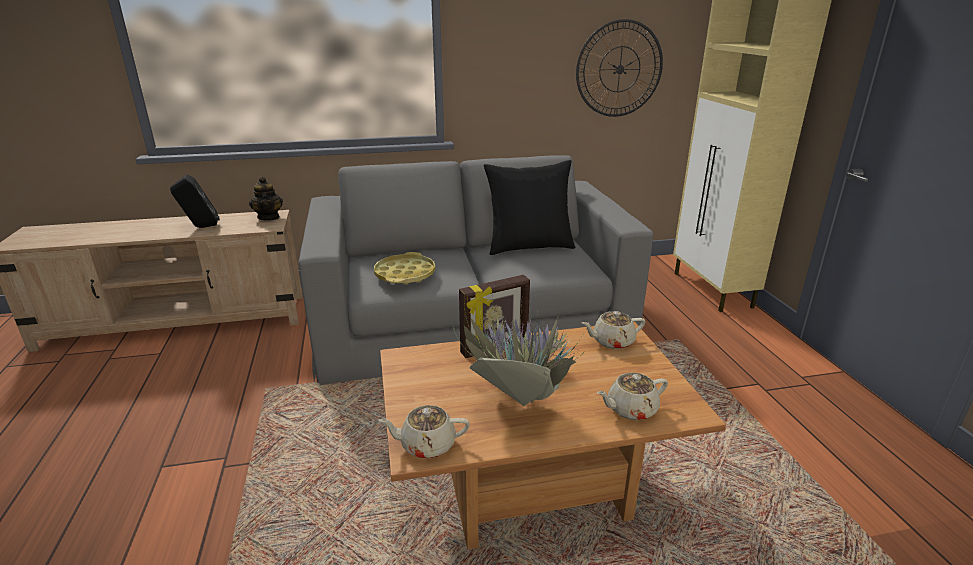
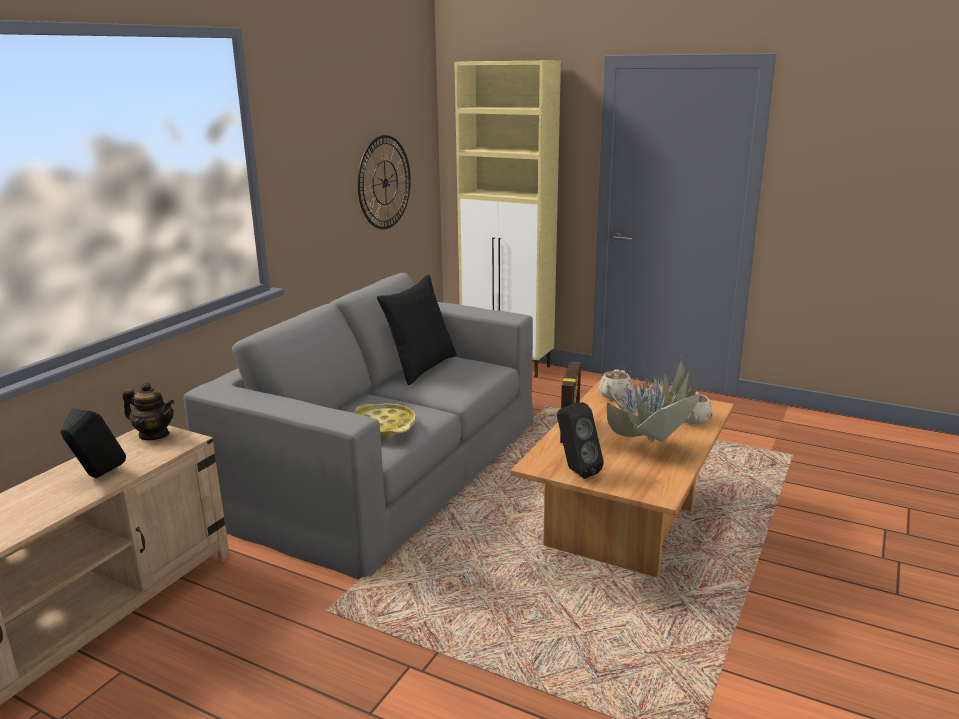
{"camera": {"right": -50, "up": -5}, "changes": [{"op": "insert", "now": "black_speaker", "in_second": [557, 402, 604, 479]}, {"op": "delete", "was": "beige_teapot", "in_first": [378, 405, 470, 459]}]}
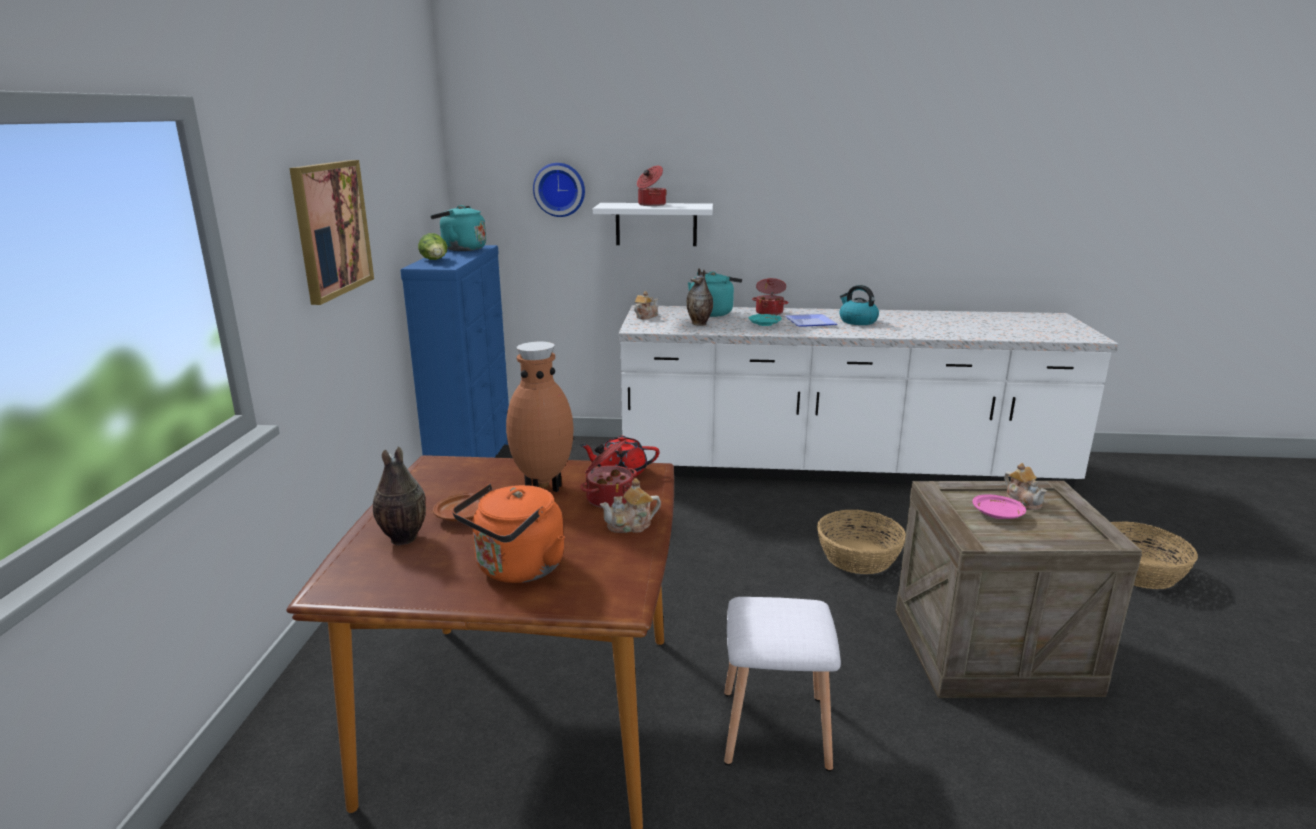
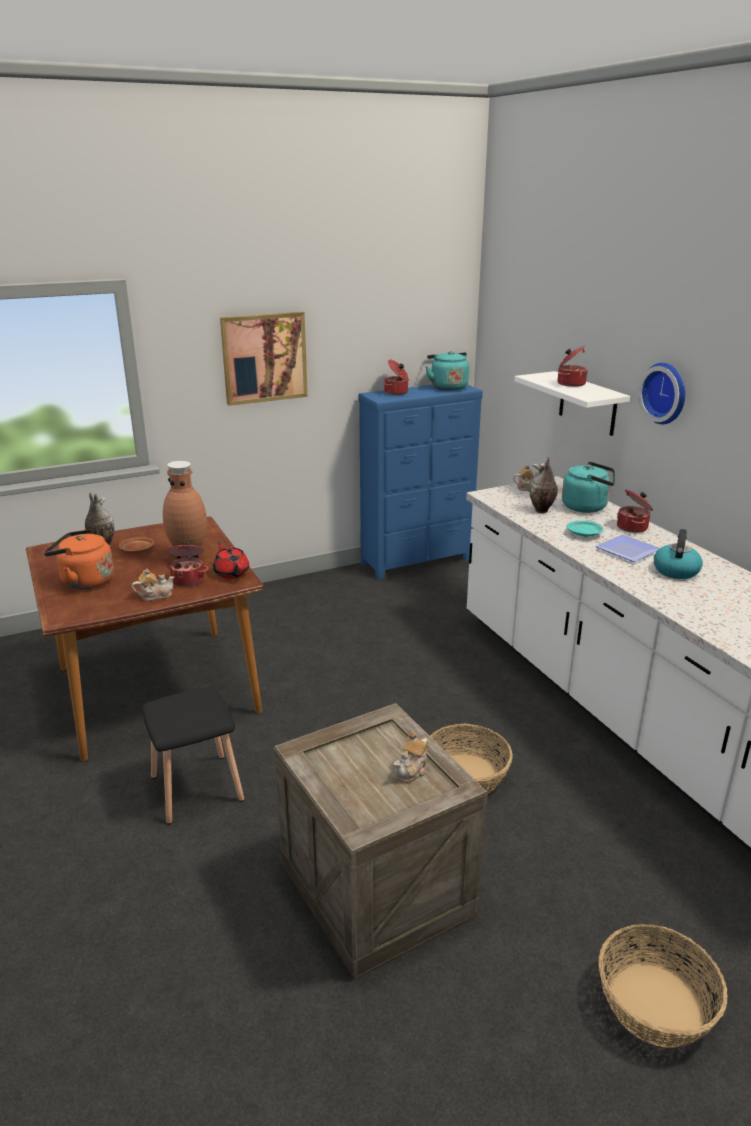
{"camera": {"right": 60, "up": 5}, "changes": [{"op": "rotate", "was": "teapot", "in_first": [600, 478, 661, 533], "in_second": [132, 569, 174, 601], "clockwise": 120}, {"op": "recolor", "was": "white_stool", "now": "black_stool", "in_first": [724, 597, 841, 771], "in_second": [142, 687, 244, 824]}, {"op": "replace", "was": "lettuce", "now": "cooking_pot", "in_first": [418, 233, 448, 260], "in_second": [383, 359, 409, 395]}, {"op": "move", "was": "wall_clock", "in_first": [533, 163, 585, 217], "in_second": [638, 363, 685, 424]}, {"op": "delete", "was": "pink_plate", "in_first": [973, 494, 1026, 519]}]}
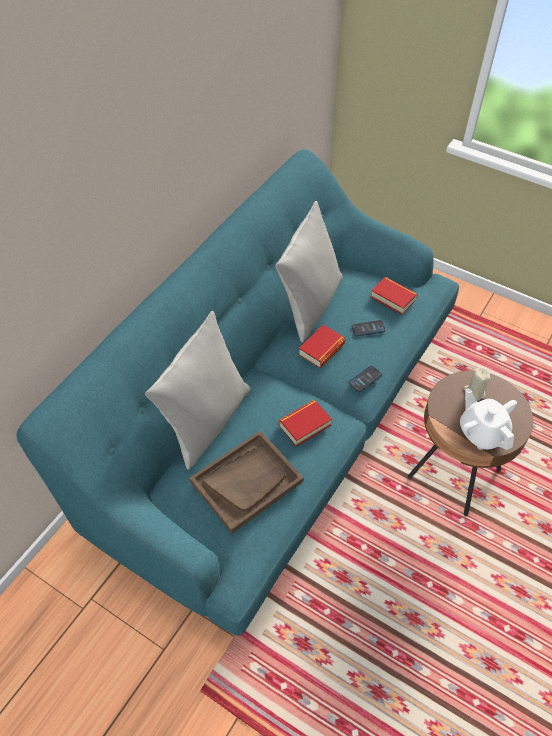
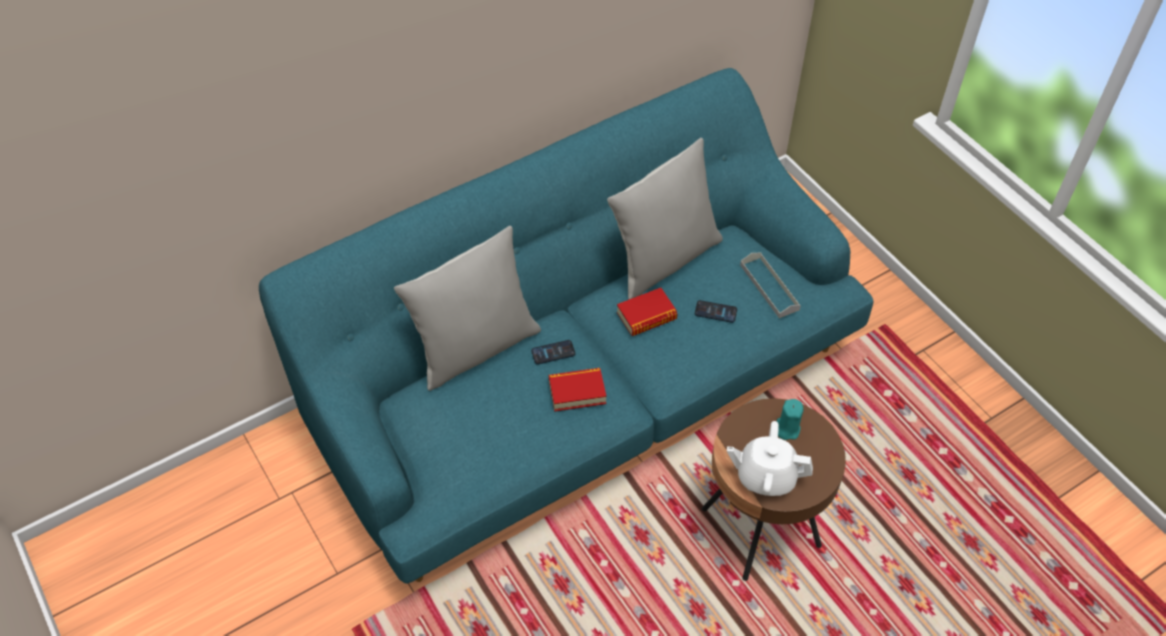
{"camera": {"right": 25, "up": 0}, "changes": [{"op": "move", "was": "phone", "in_first": [349, 366, 382, 392], "in_second": [531, 340, 576, 364]}, {"op": "rotate", "was": "white_teapot", "in_first": [460, 388, 517, 450], "in_second": [727, 421, 813, 496], "clockwise": -75}, {"op": "replace", "was": "book", "now": "grey_tray", "in_first": [371, 277, 418, 315], "in_second": [740, 253, 801, 318]}, {"op": "recolor", "was": "beige_candle", "now": "turquoise_candle", "in_first": [464, 367, 490, 401], "in_second": [777, 399, 803, 440]}, {"op": "delete", "was": "brown_tray", "in_first": [190, 431, 304, 533]}]}
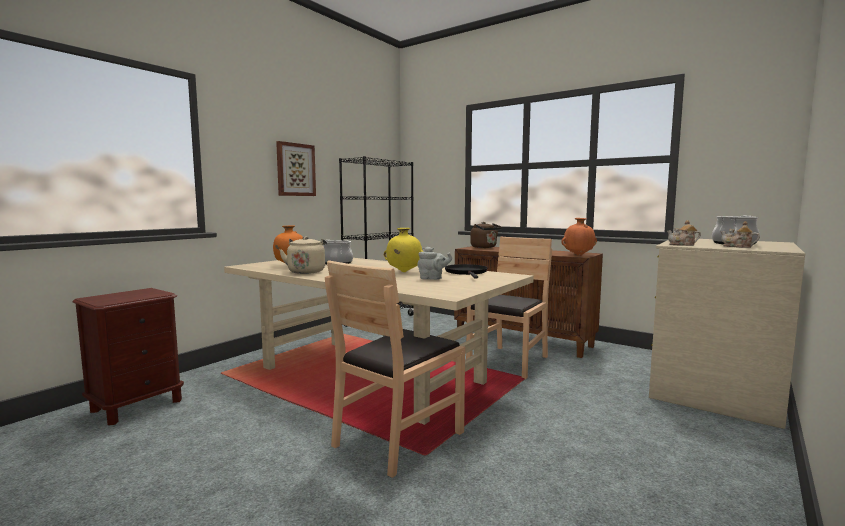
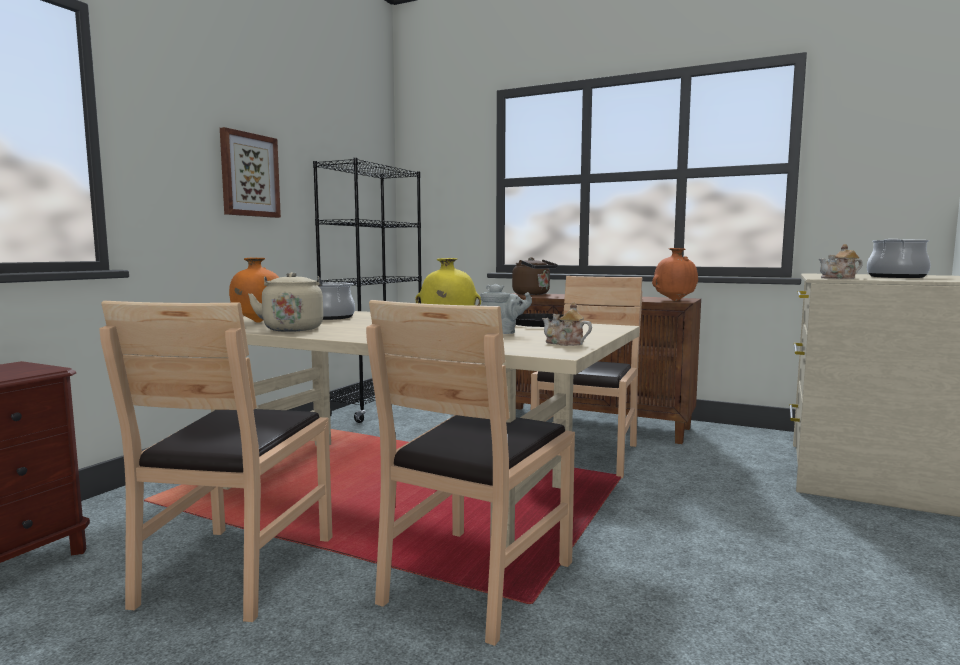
{"camera": {"right": -10, "up": 0}, "changes": [{"op": "insert", "now": "brown_chair", "in_second": [99, 301, 333, 622]}, {"op": "move", "was": "teapot", "in_first": [720, 221, 760, 248], "in_second": [542, 302, 592, 346]}]}
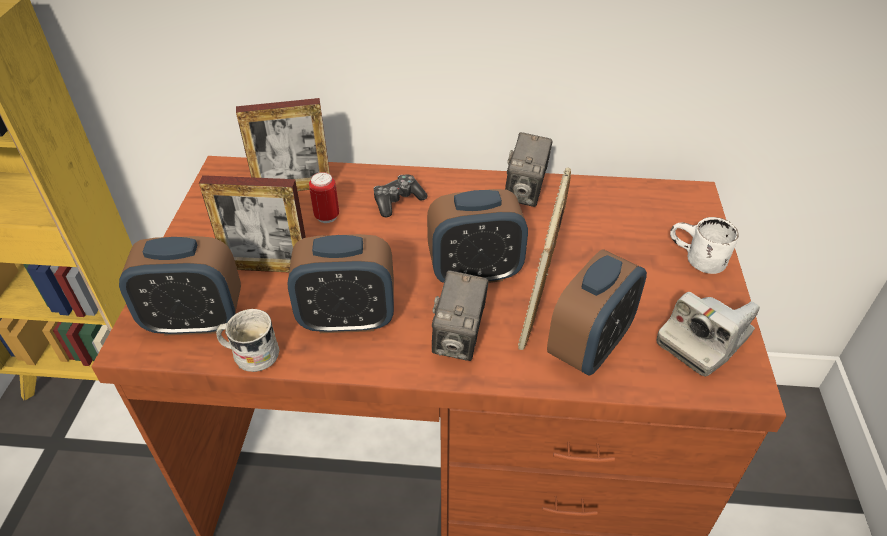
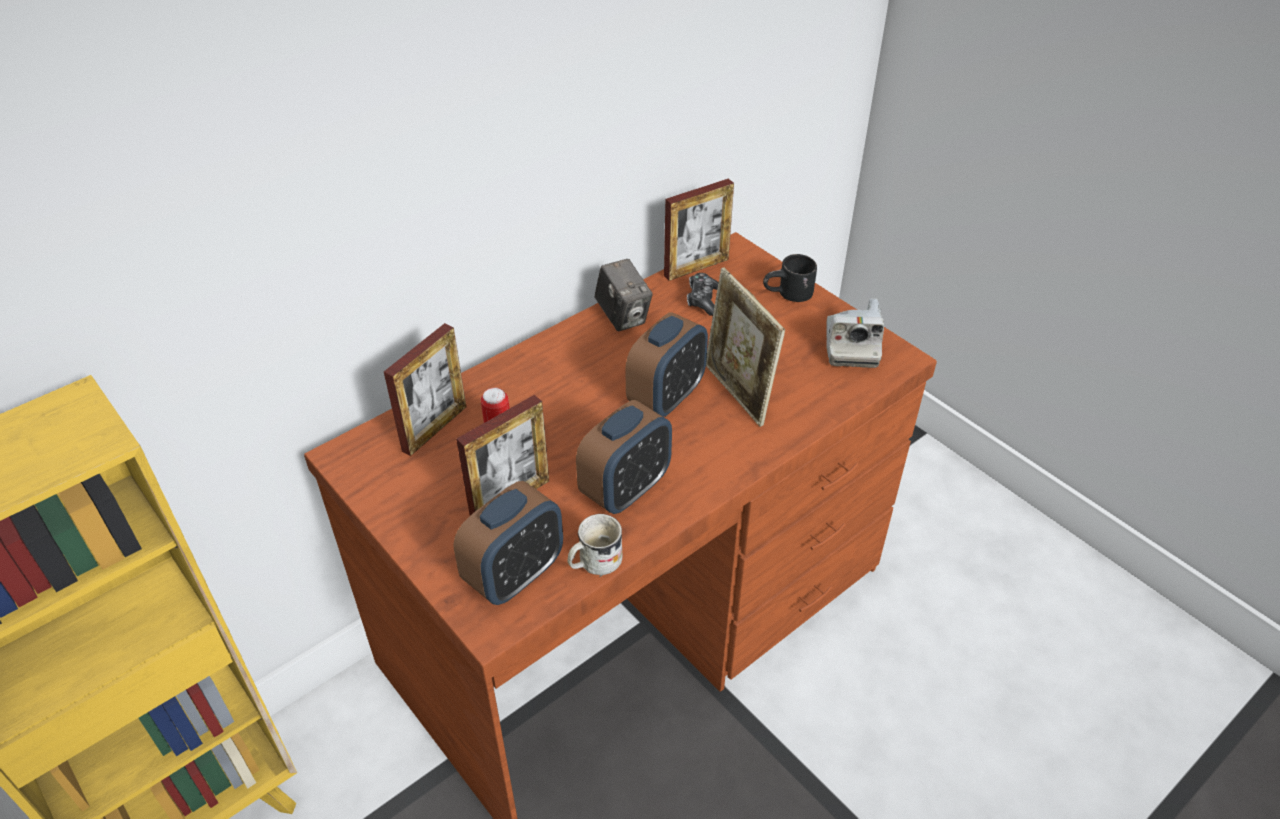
{"camera": {"right": -45, "up": 0}, "changes": [{"op": "insert", "now": "picture_frame", "in_second": [664, 178, 734, 281]}, {"op": "move", "was": "game_controller", "in_first": [374, 174, 427, 218], "in_second": [687, 273, 719, 316]}, {"op": "recolor", "was": "white_mug", "now": "black_mug", "in_first": [670, 217, 738, 274], "in_second": [763, 254, 817, 302]}, {"op": "delete", "was": "photo_camera", "in_first": [432, 270, 488, 361]}, {"op": "delete", "was": "alarm_clock", "in_first": [547, 249, 647, 376]}]}
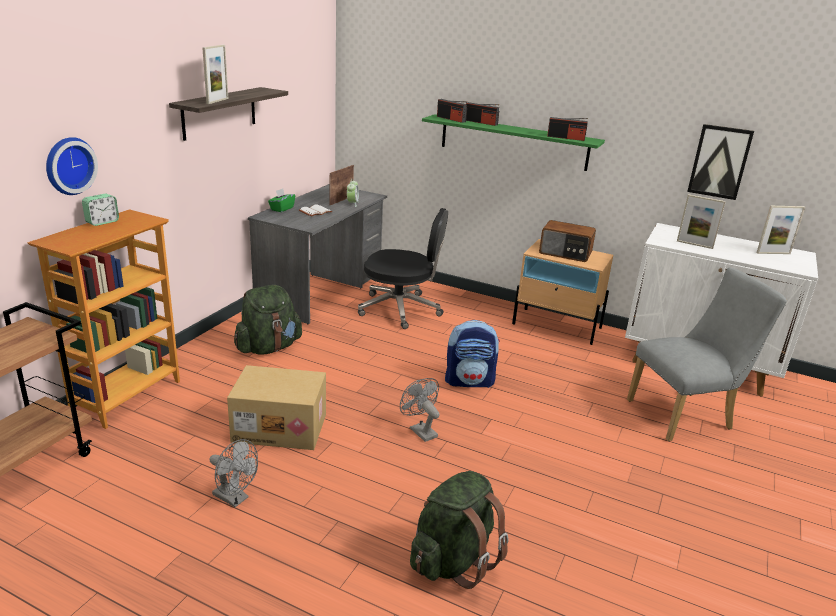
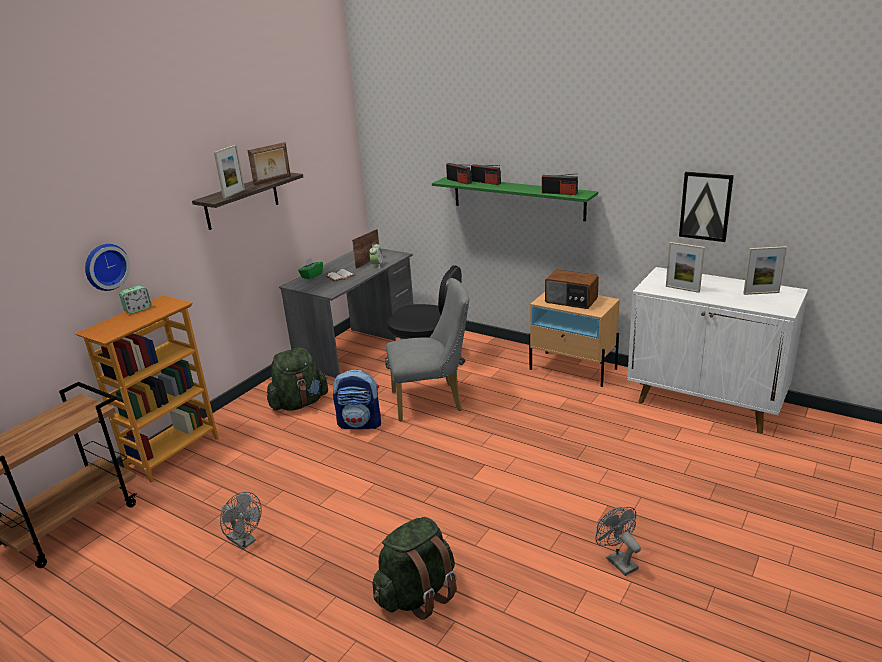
{"camera": {"right": 10, "up": 0}, "changes": [{"op": "insert", "now": "picture_frame", "in_second": [247, 142, 291, 185]}, {"op": "move", "was": "backpack", "in_first": [445, 320, 500, 388], "in_second": [333, 369, 381, 429]}, {"op": "move", "was": "grey_chair", "in_first": [627, 268, 787, 441], "in_second": [386, 278, 469, 421]}, {"op": "move", "was": "grey_fan", "in_first": [400, 378, 439, 442], "in_second": [595, 507, 641, 576]}, {"op": "delete", "was": "cardboard_box", "in_first": [227, 365, 326, 450]}]}
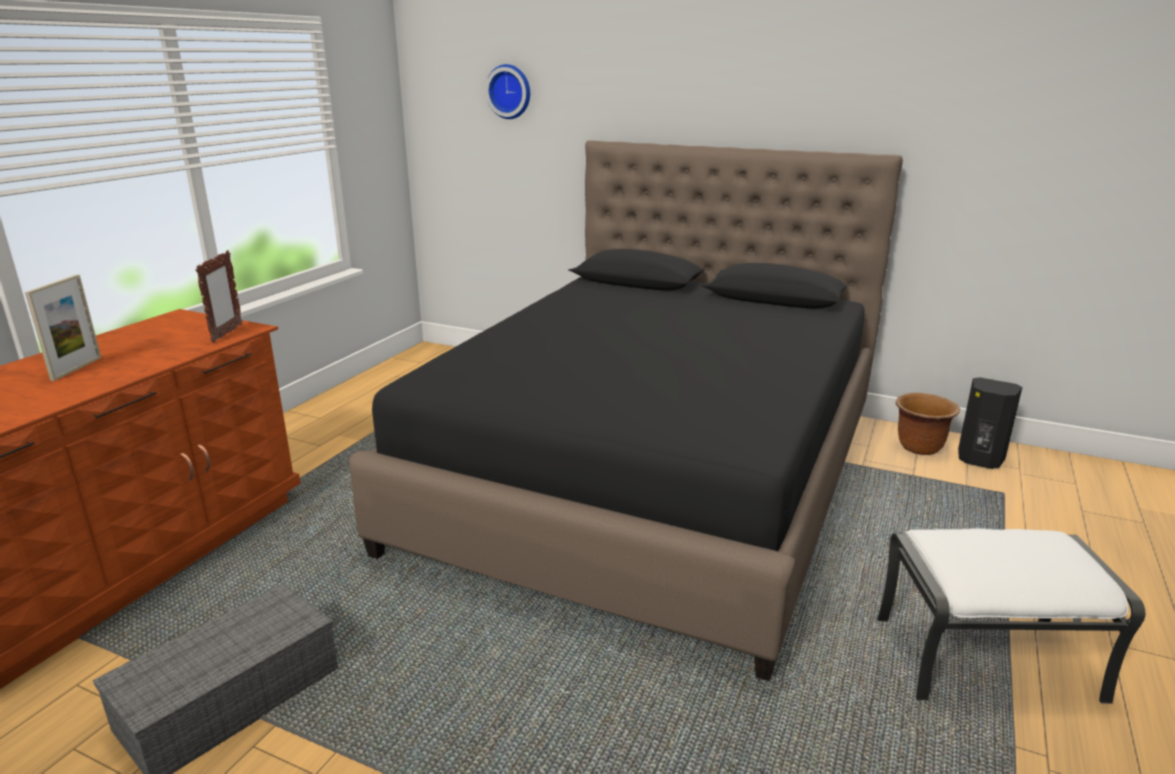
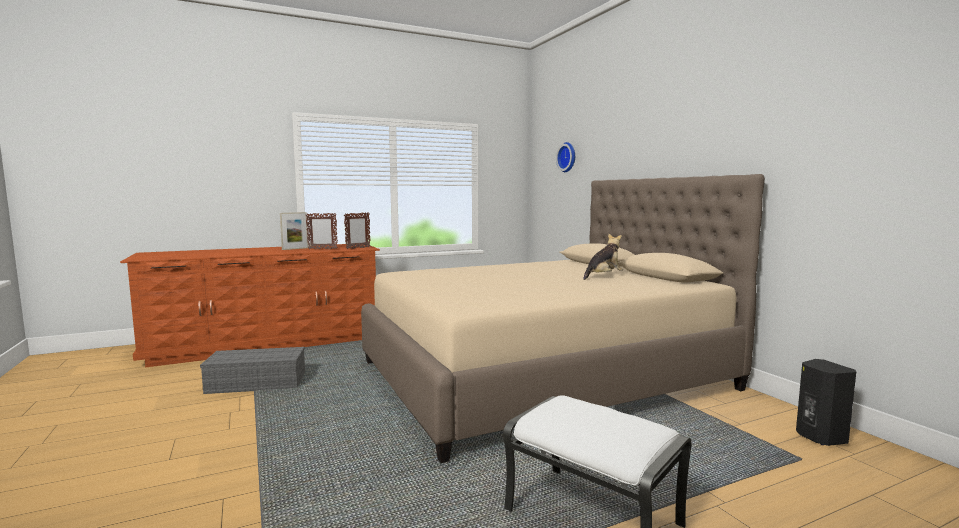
{"camera": {"right": 40, "up": -15}, "changes": [{"op": "insert", "now": "picture_frame", "in_second": [306, 213, 338, 249]}, {"op": "recolor", "was": "black_bed", "now": "beige_bed", "in_first": [349, 140, 903, 681], "in_second": [361, 174, 765, 463]}, {"op": "insert", "now": "plush_toy", "in_second": [583, 233, 623, 280]}, {"op": "delete", "was": "brown_planter", "in_first": [896, 393, 960, 455]}]}
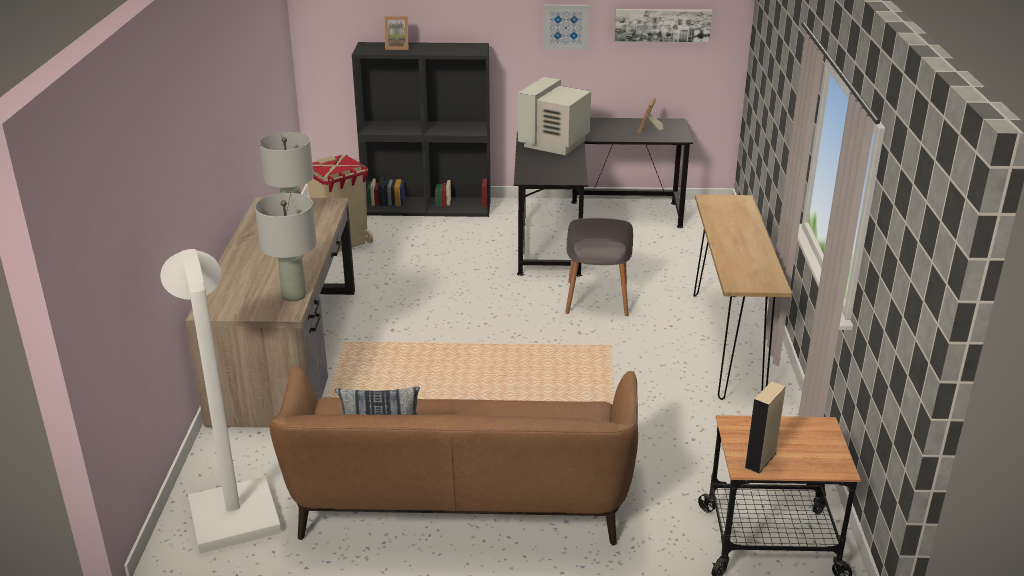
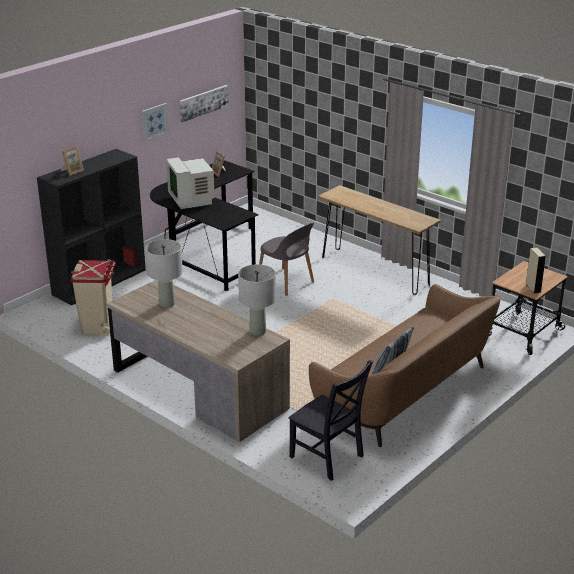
{"camera": {"right": -50, "up": 0}, "changes": [{"op": "replace", "was": "white_floor_lamp", "now": "black_chair", "in_first": [160, 249, 281, 554], "in_second": [288, 360, 373, 481]}]}
